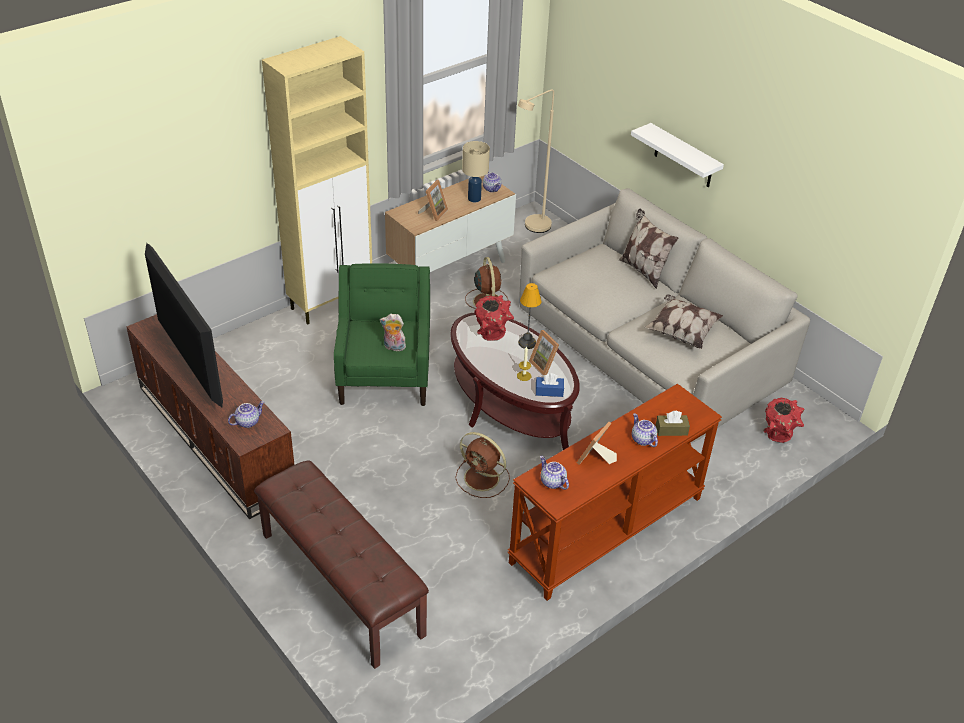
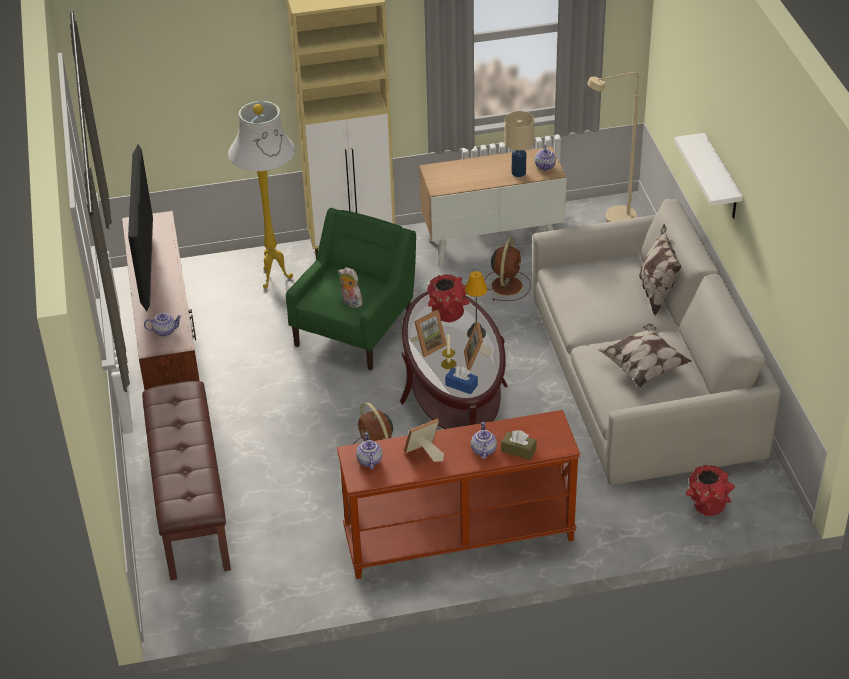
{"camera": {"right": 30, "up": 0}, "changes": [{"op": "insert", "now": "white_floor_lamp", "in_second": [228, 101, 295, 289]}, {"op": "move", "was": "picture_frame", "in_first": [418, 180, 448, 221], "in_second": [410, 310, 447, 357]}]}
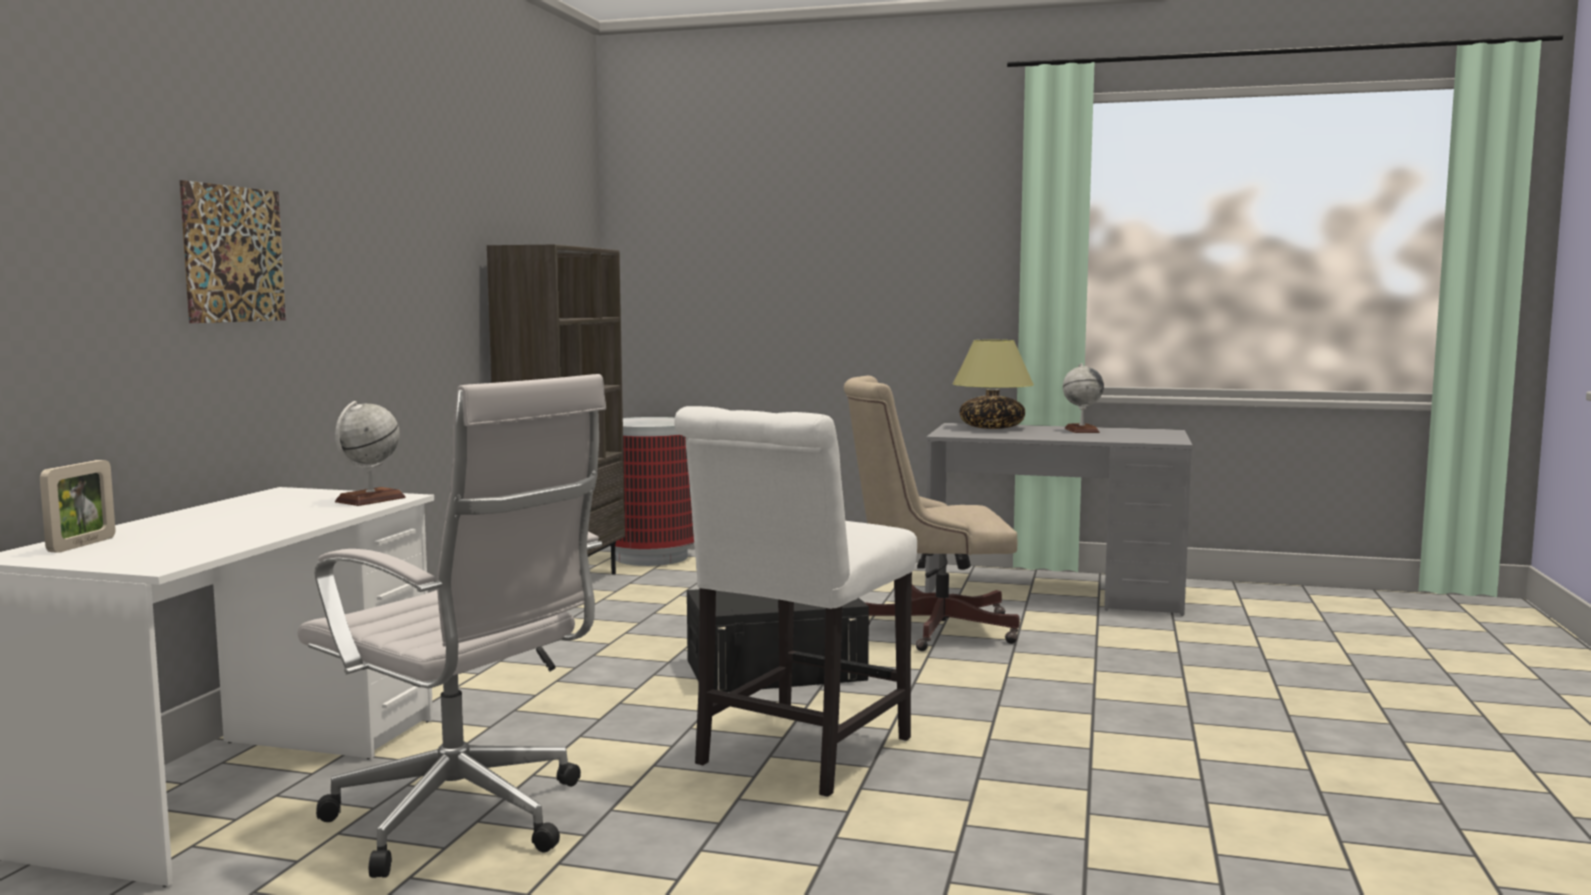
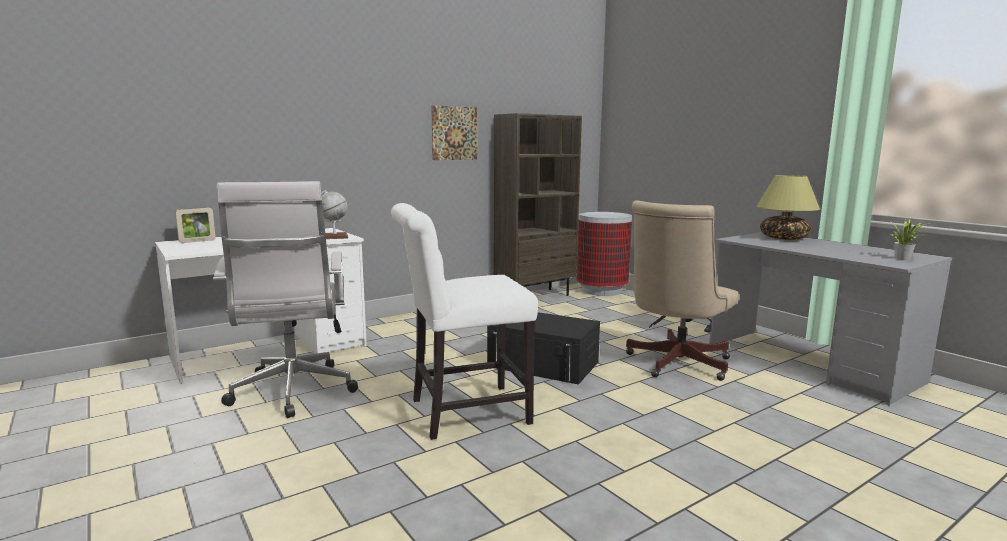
{"camera": {"right": 40, "up": 5}, "changes": [{"op": "move", "was": "picture", "in_first": [180, 180, 286, 323], "in_second": [431, 106, 477, 160]}, {"op": "rotate", "was": "beige_office_chair", "in_first": [844, 375, 1020, 651], "in_second": [626, 200, 739, 381], "clockwise": -90}, {"op": "insert", "now": "potted_plant", "in_second": [889, 219, 928, 260]}, {"op": "delete", "was": "globe", "in_first": [1063, 363, 1104, 433]}]}
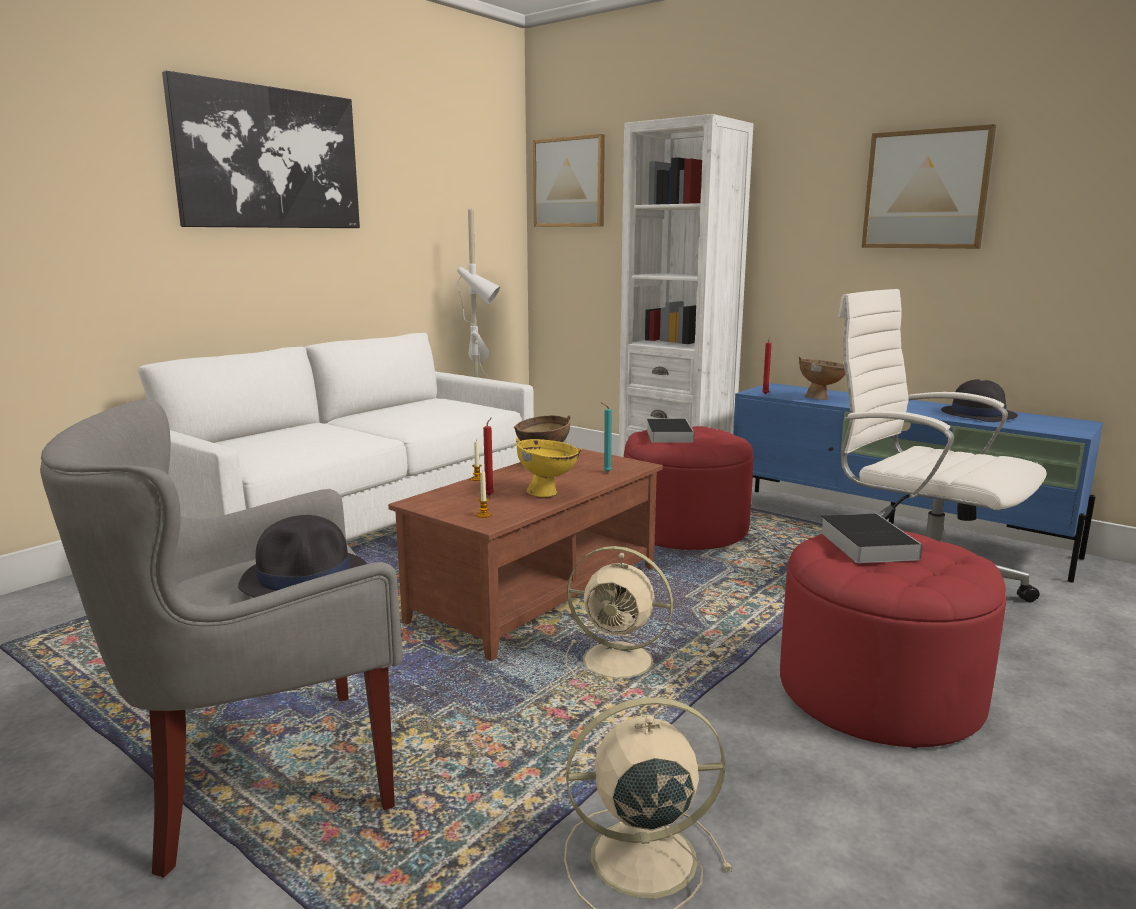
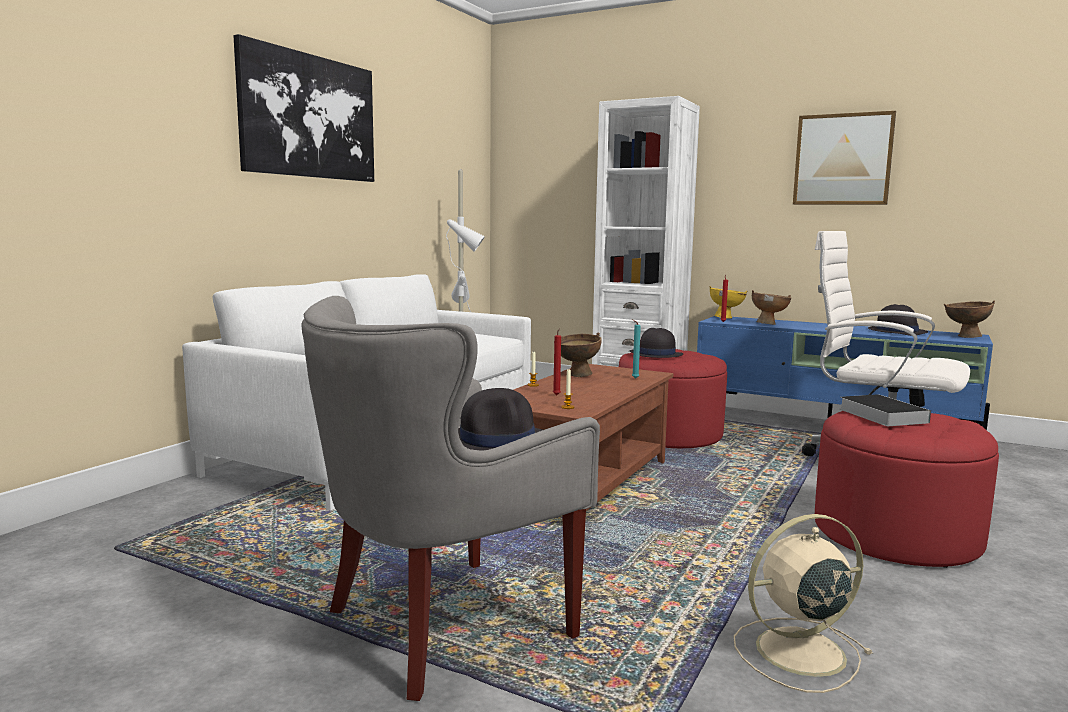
{"camera": {"right": -10, "up": -5}, "changes": [{"op": "replace", "was": "book", "now": "black_hat", "in_first": [646, 419, 694, 443], "in_second": [629, 328, 683, 358]}, {"op": "move", "was": "yellow_bowl", "in_first": [516, 438, 582, 497], "in_second": [709, 286, 747, 319]}, {"op": "insert", "now": "brown_bowl", "in_second": [944, 301, 995, 338]}, {"op": "delete", "was": "picture", "in_first": [533, 134, 605, 227]}, {"op": "delete", "was": "beige_fan", "in_first": [565, 546, 674, 683]}]}
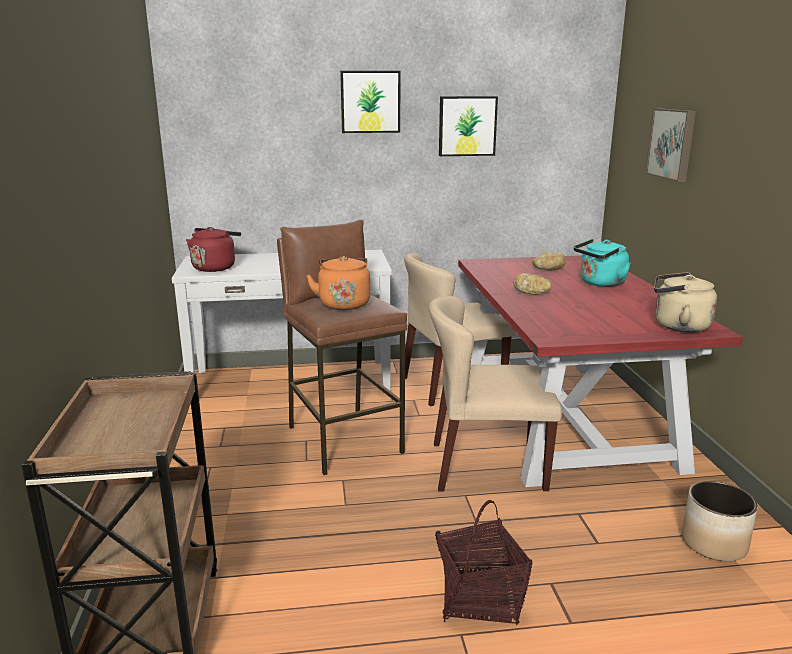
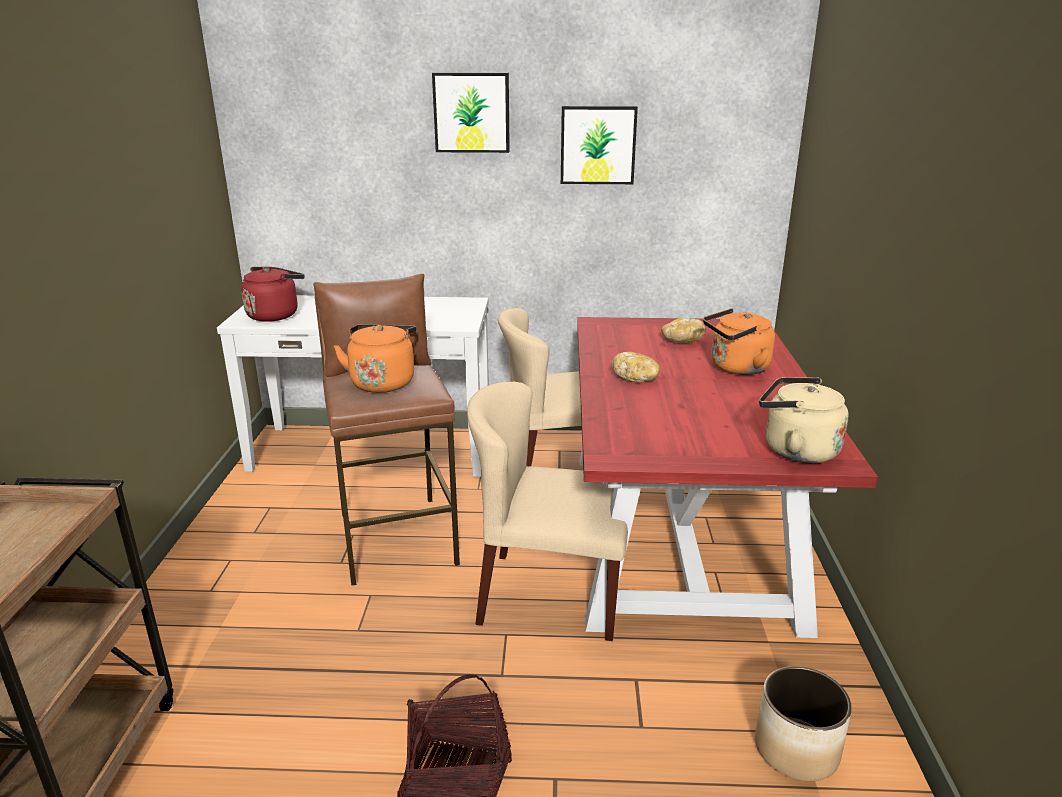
{"camera": {"right": 10, "up": 5}, "changes": [{"op": "recolor", "was": "turquoise_kettle", "now": "orange_kettle", "in_first": [574, 239, 631, 287], "in_second": [703, 308, 775, 375]}, {"op": "delete", "was": "picture", "in_first": [645, 109, 696, 182]}]}
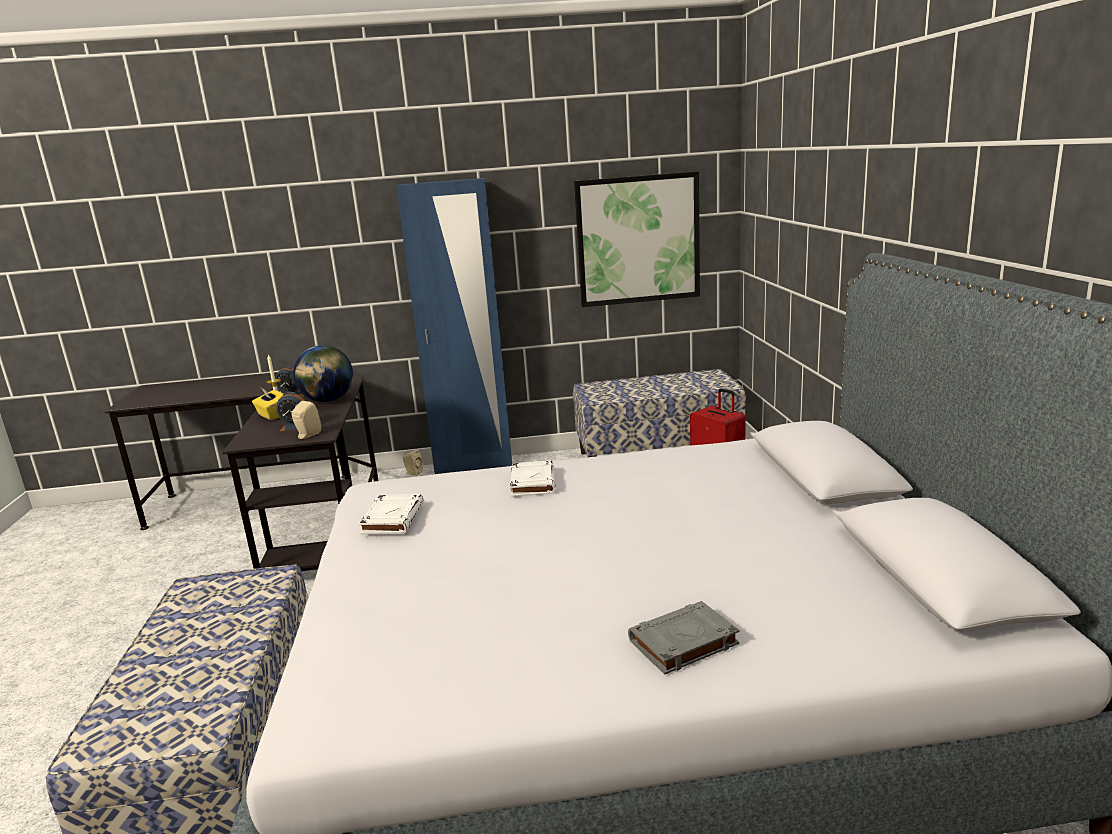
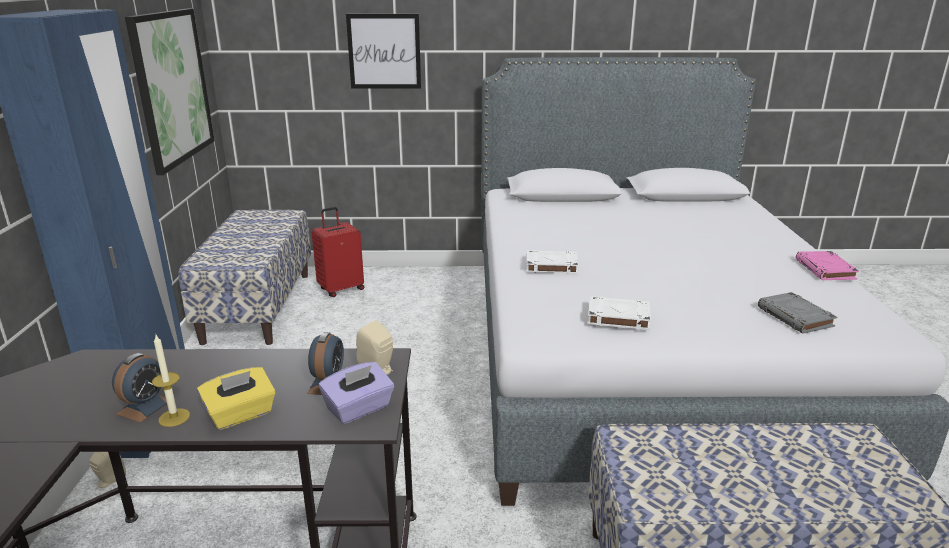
{"camera": {"right": -85, "up": 5}, "changes": [{"op": "insert", "now": "purple_tissue_box", "in_second": [319, 362, 394, 424]}, {"op": "insert", "now": "picture", "in_second": [346, 14, 421, 89]}, {"op": "move", "was": "grey_book", "in_first": [628, 601, 740, 675], "in_second": [758, 292, 837, 334]}, {"op": "insert", "now": "pink_book", "in_second": [796, 251, 859, 280]}, {"op": "delete", "was": "globe", "in_first": [293, 345, 353, 402]}]}
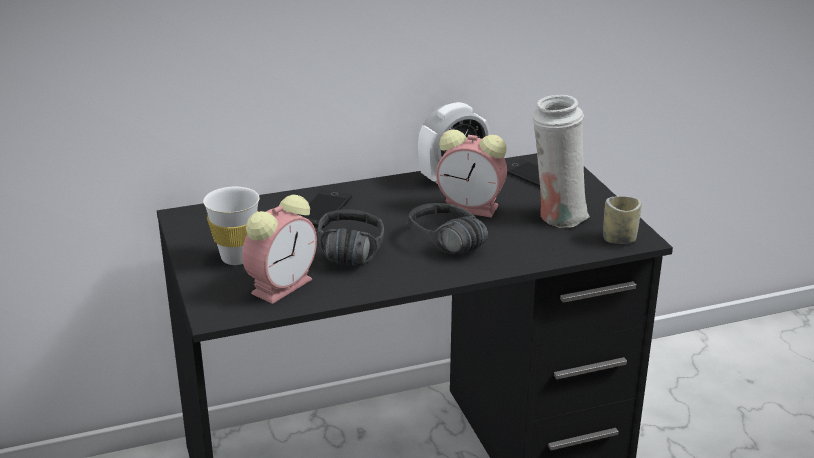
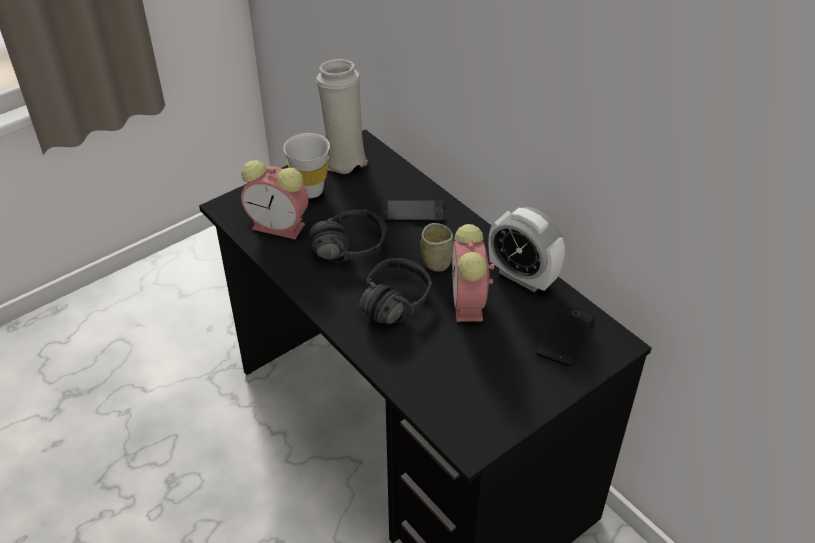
{"camera": {"right": 70, "up": 15}, "changes": [{"op": "move", "was": "white_vase", "in_first": [533, 95, 590, 227], "in_second": [316, 59, 368, 174]}, {"op": "move", "was": "cup", "in_first": [603, 196, 641, 244], "in_second": [420, 223, 454, 272]}]}
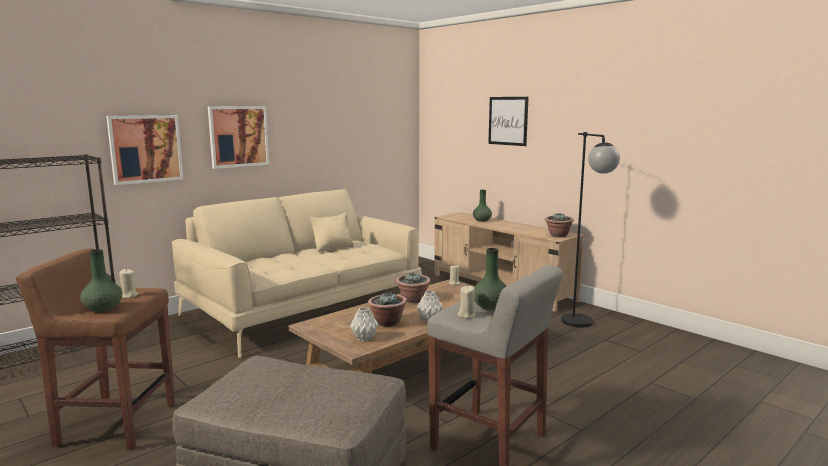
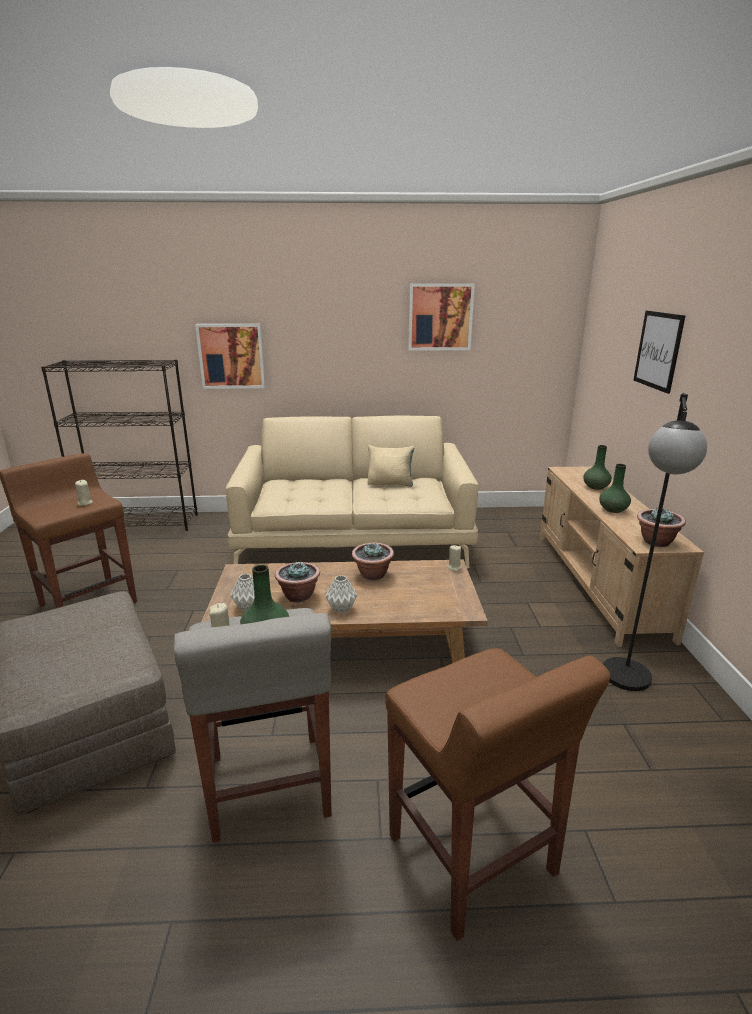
{"camera": {"right": 40, "up": 10}, "changes": [{"op": "insert", "now": "brown_stool", "in_second": [386, 648, 611, 941]}, {"op": "move", "was": "picture", "in_first": [208, 106, 269, 169], "in_second": [408, 283, 475, 351]}, {"op": "move", "was": "green_vase", "in_first": [80, 249, 122, 312], "in_second": [599, 464, 631, 513]}]}
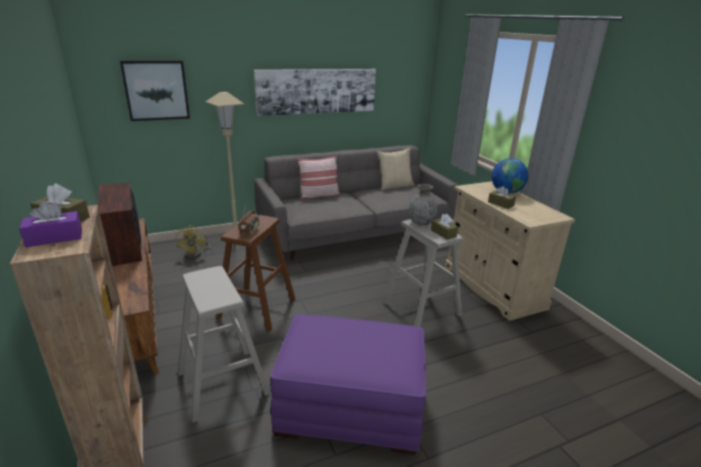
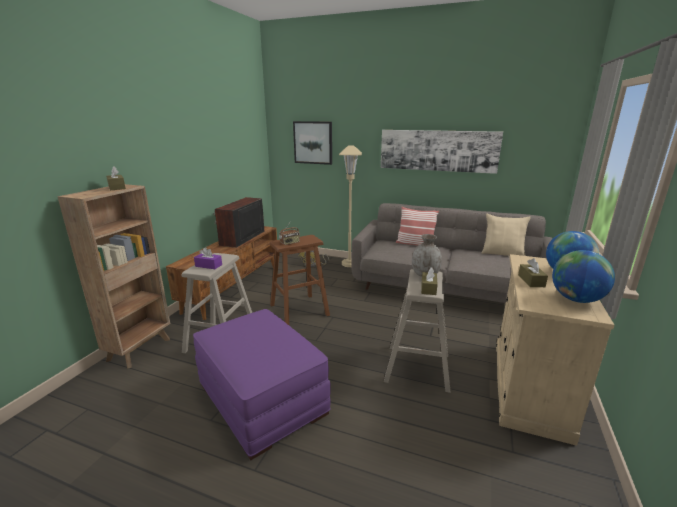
{"camera": {"right": 45, "up": -5}, "changes": [{"op": "move", "was": "purple_tissue_box", "in_first": [19, 201, 82, 247], "in_second": [194, 247, 222, 269]}, {"op": "insert", "now": "globe", "in_second": [552, 250, 615, 303]}]}
